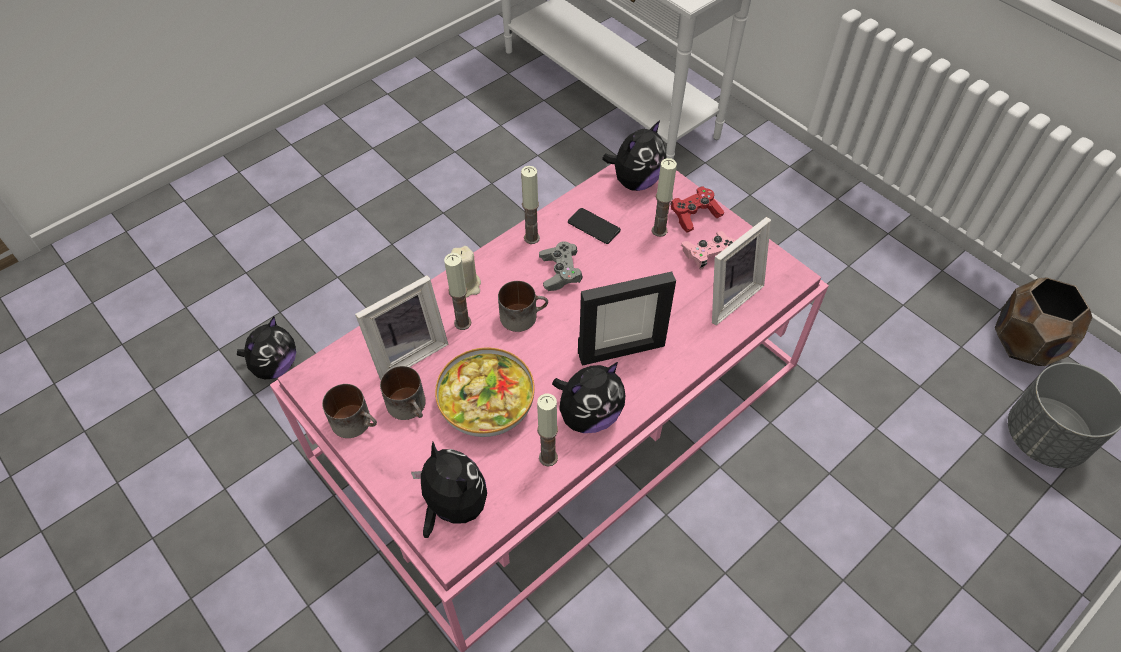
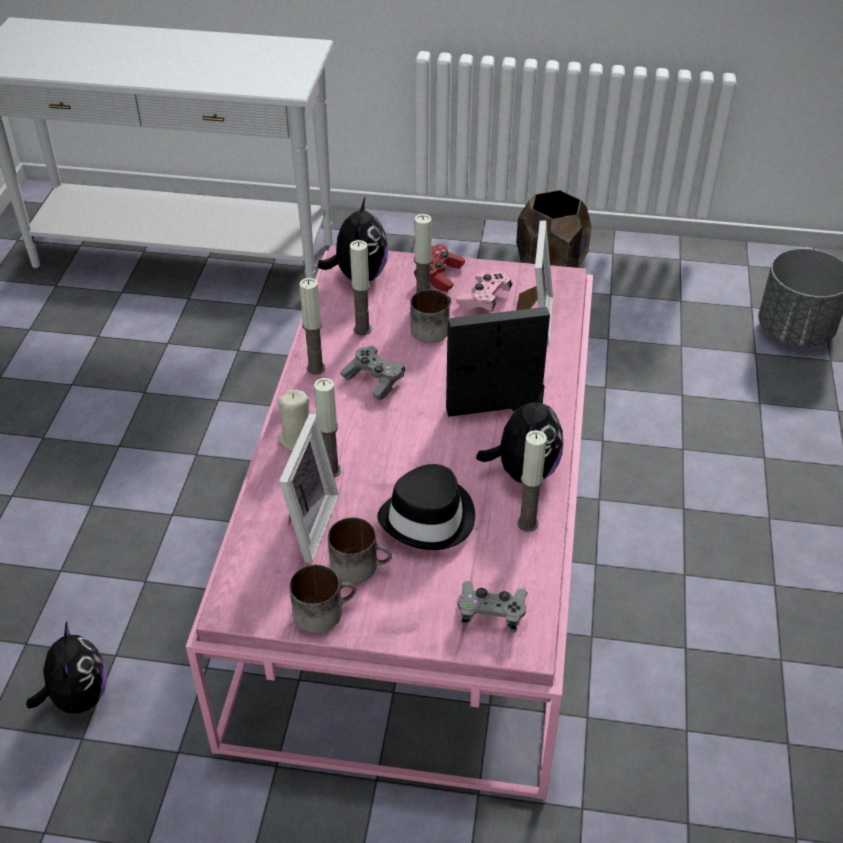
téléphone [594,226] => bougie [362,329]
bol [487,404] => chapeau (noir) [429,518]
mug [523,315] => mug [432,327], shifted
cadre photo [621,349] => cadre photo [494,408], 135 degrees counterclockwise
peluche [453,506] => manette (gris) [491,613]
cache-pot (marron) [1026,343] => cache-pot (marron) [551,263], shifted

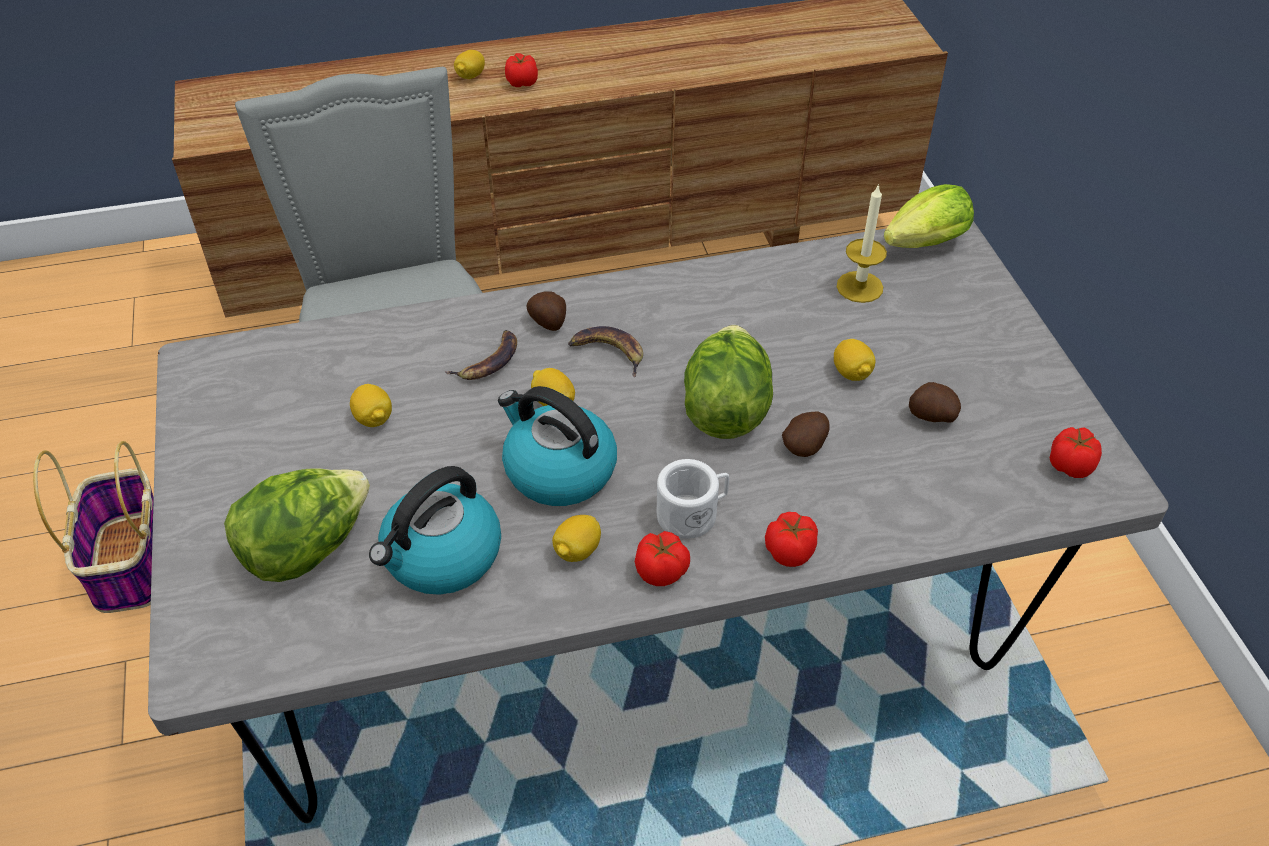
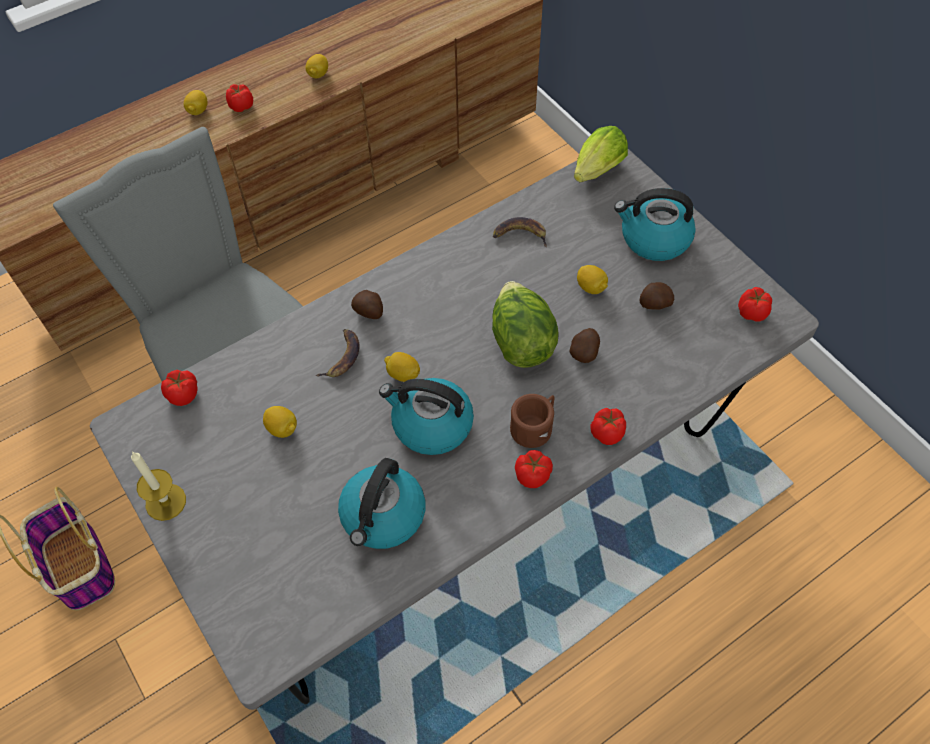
bougie [859,287] => bougie [165,502], shifted
nothing => tomate [184,394]
citron [577,551] => citron [318,74], shifted
banane [608,352] => banane [520,235], shifted
mug (blanc) [693,513] => mug (marron) [534,427]
nothing => bouilloire [653,239]
laitue [307,548] => nothing

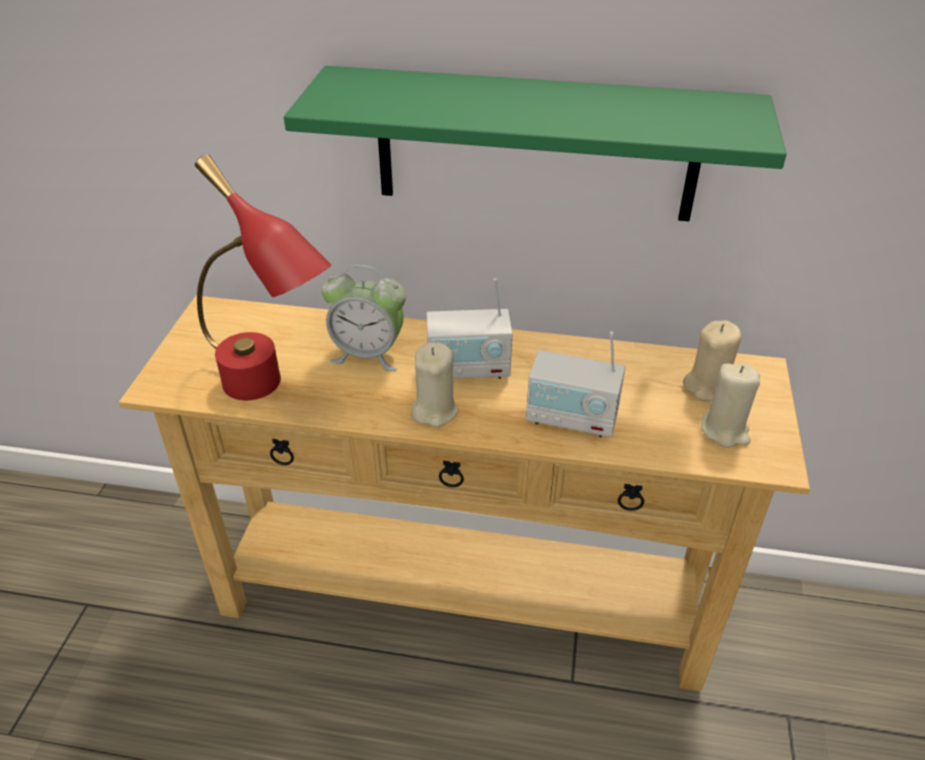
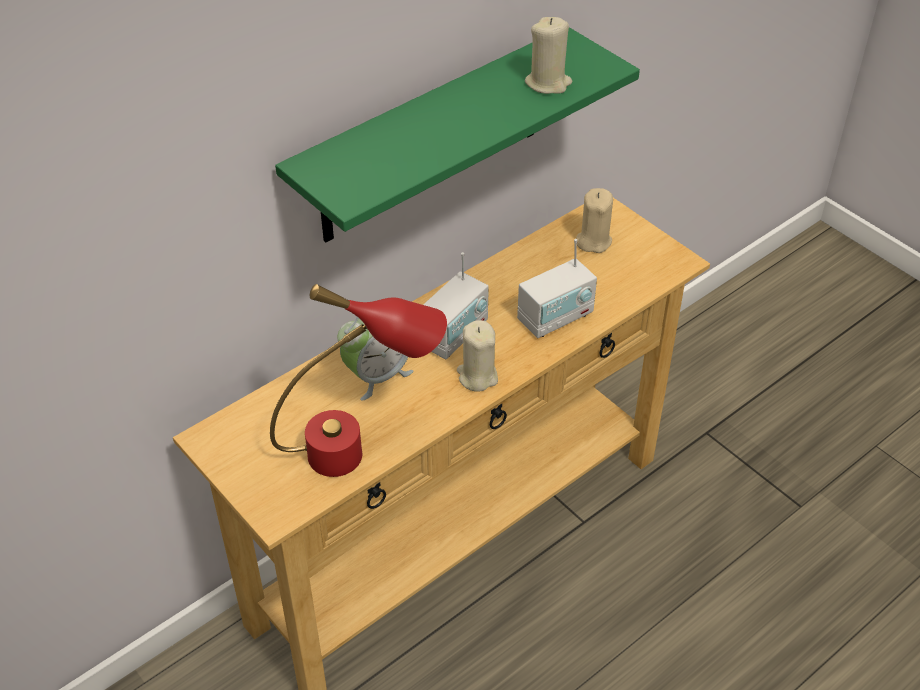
bougie (beige) [725,430] => bougie (beige) [548,83], shifted

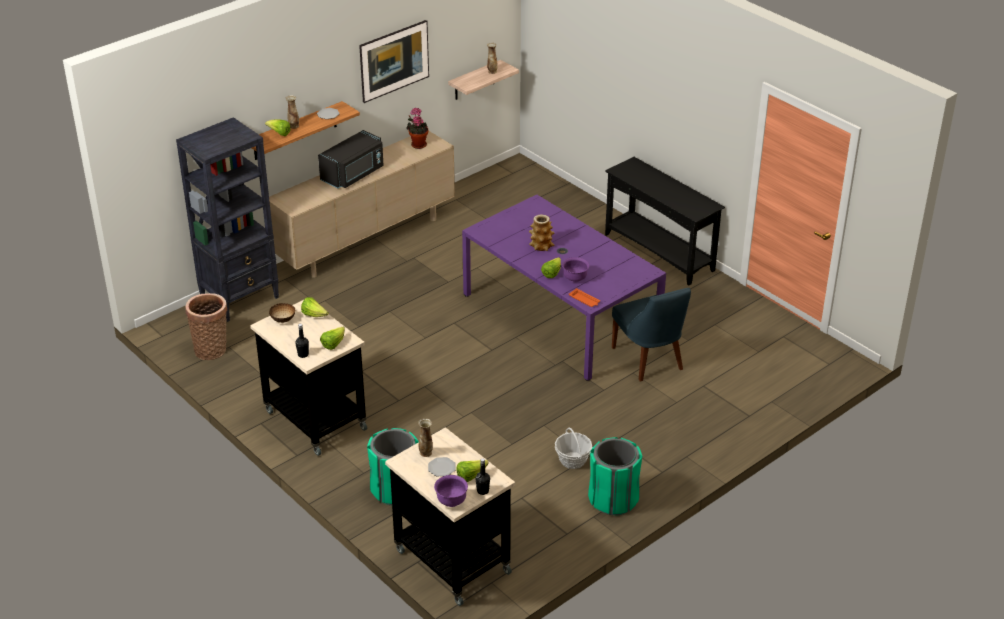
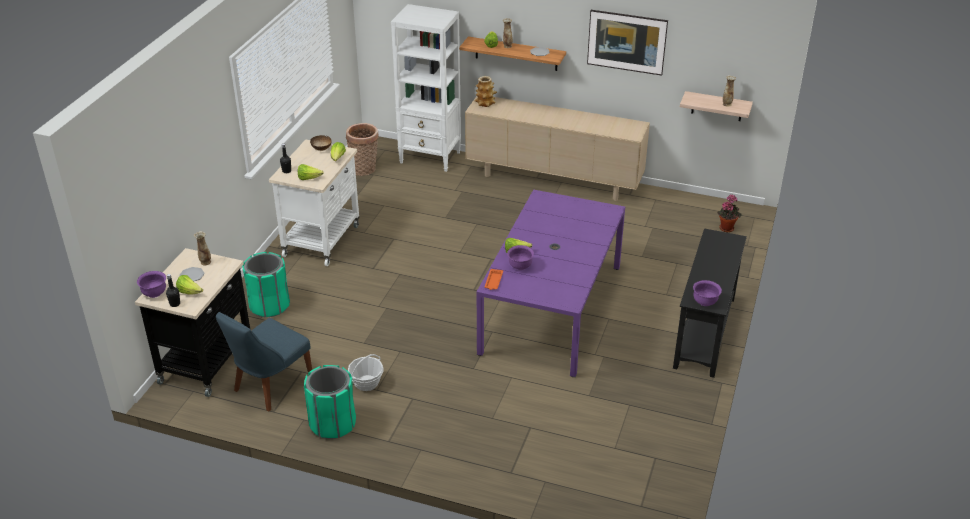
chaise (bleu) [649,360] => chaise (bleu) [270,386], shifted
chariot (noir) [315,420] => chariot (blanc) [321,240]
bibliothèque (noir) [240,299] => bibliothèque (blanc) [430,158]
vase [541,246] => vase [485,103], shifted
nothing => bol (violet) [705,302]
plante en pot [418,144] => plante en pot [726,227], shifted
micro-ondes (noir) [354,174] => nothing

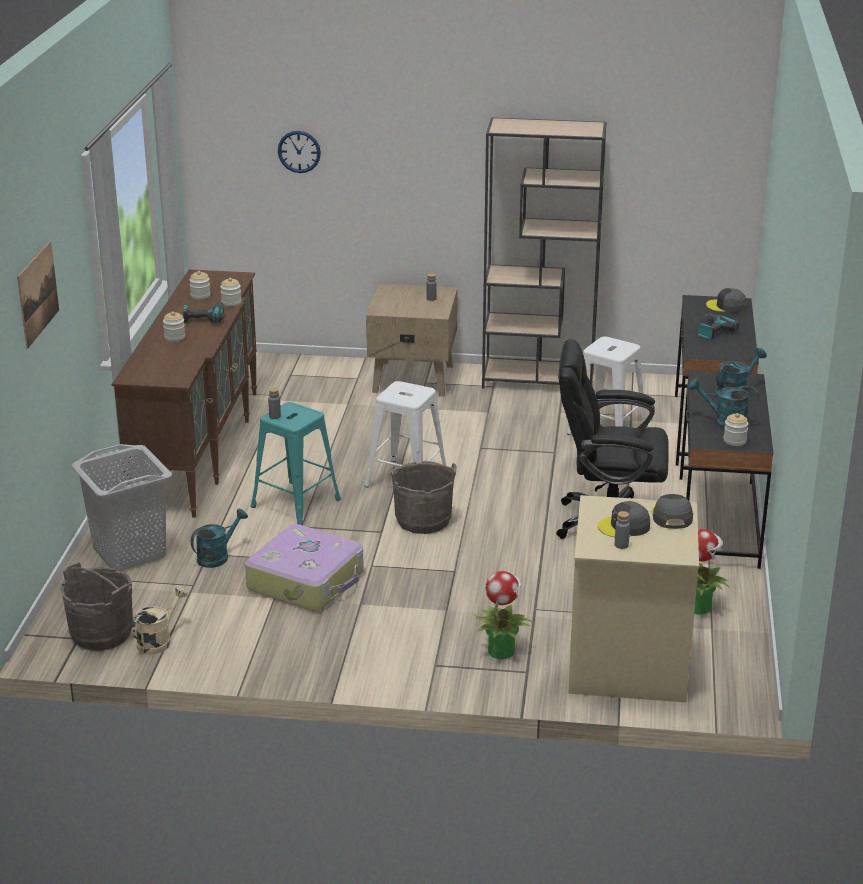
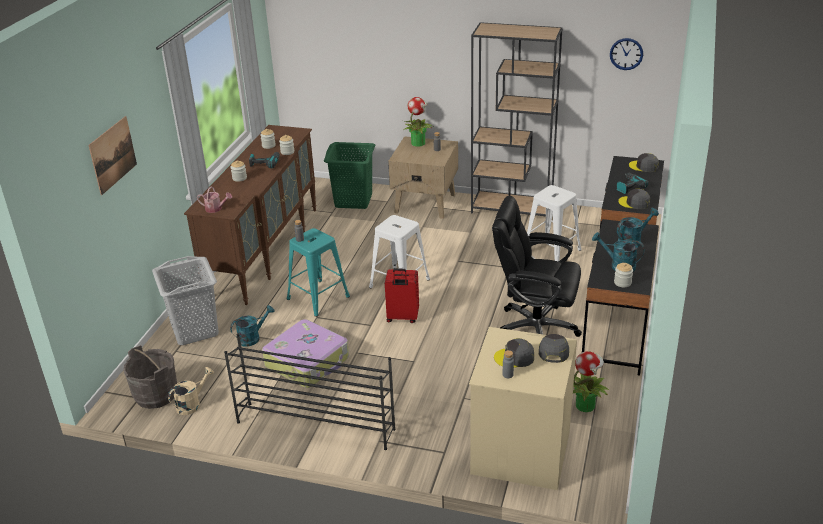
nothing => arrosoir [216,209]
nothing => étagère à chaussures (noir) [314,425]
nothing => panier à linge (vert) [353,201]
seau (gris) [423,520] => valise (rouge) [402,318]
plante en pot [501,650] => plante en pot [418,143], shifted
horloge murale [299,151] => horloge murale [626,54], shifted
nothing => casquette (gris) [634,203]

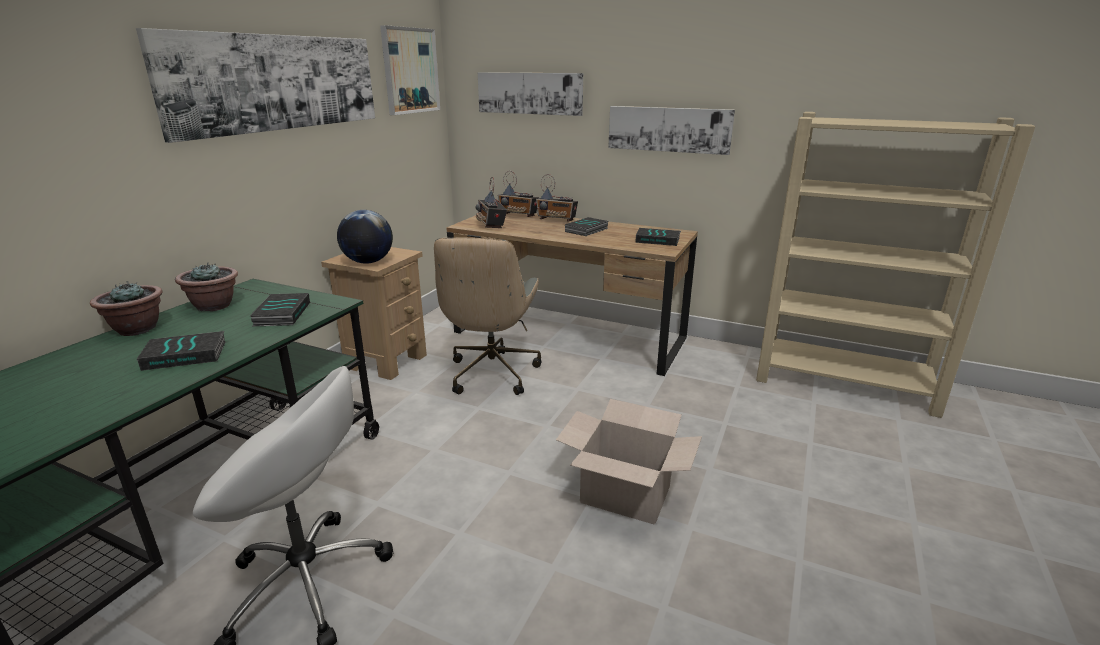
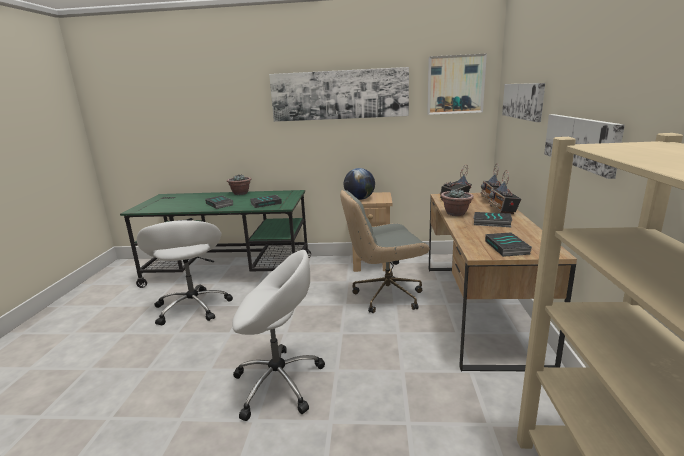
carton [626,494] => chaise de bureau (blanc) [281,382]
plante en pot [214,306] => plante en pot [456,213], shifted

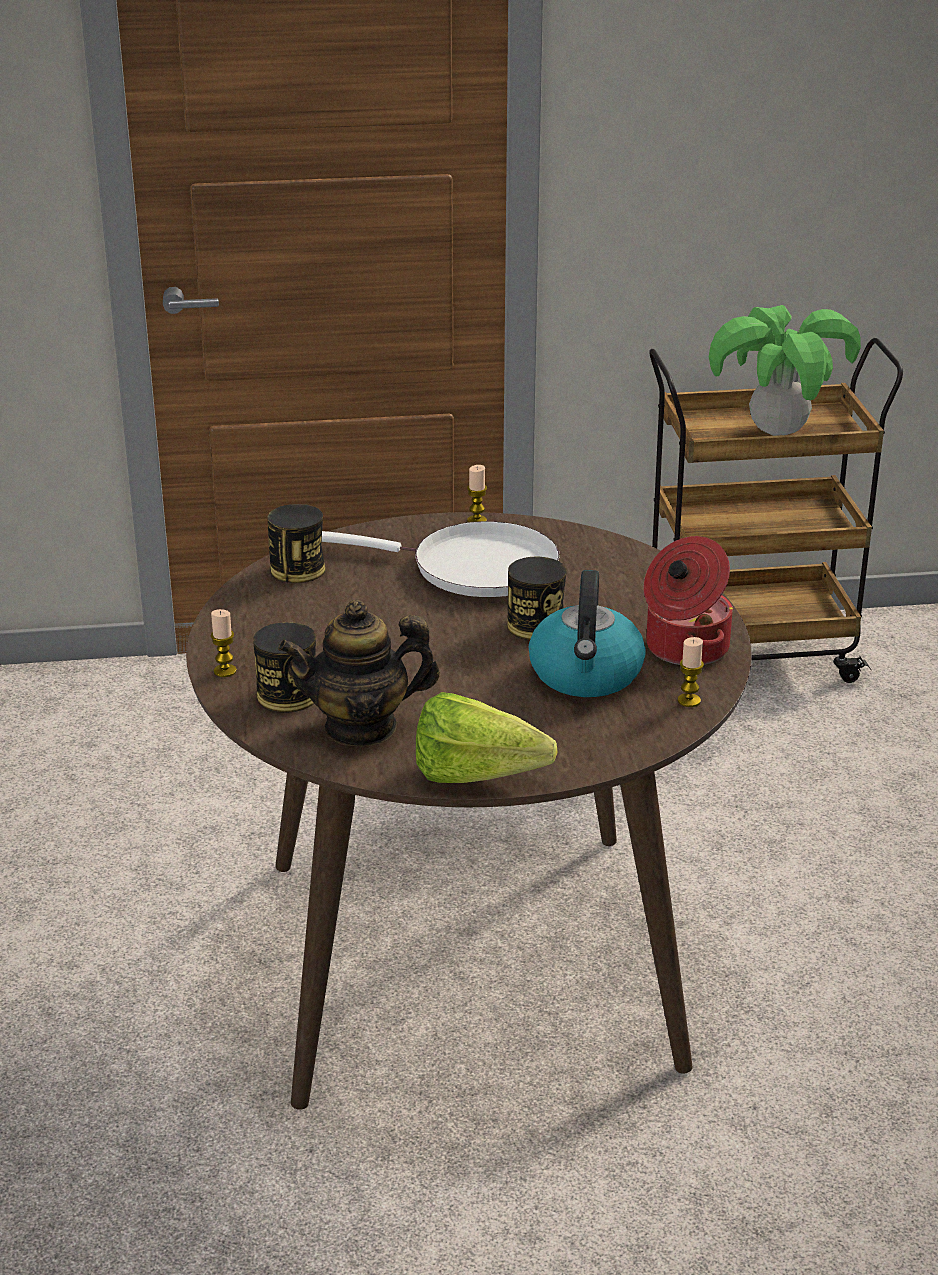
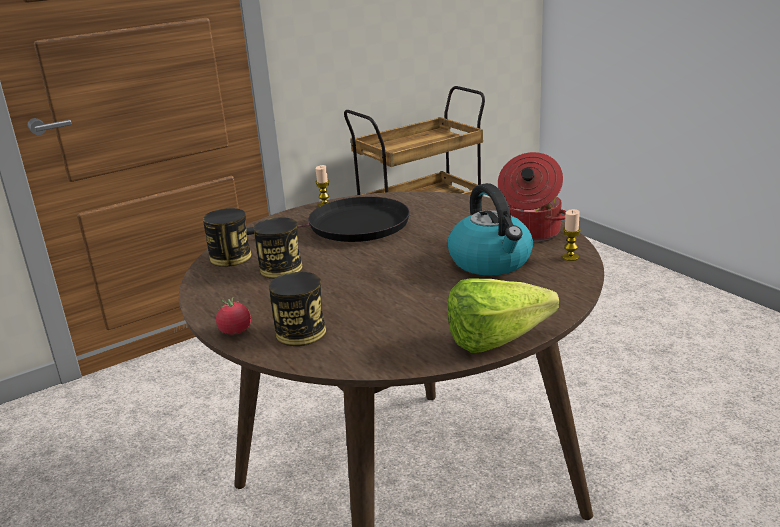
bougie [225,671] => tomate [235,331]
poêle (blanc) [475,568] => poêle (noir) [351,227]
boîte métallique [535,626] => boîte métallique [281,269], shifted
théière [361,727] => nothing
plante en pot [777,431] => nothing

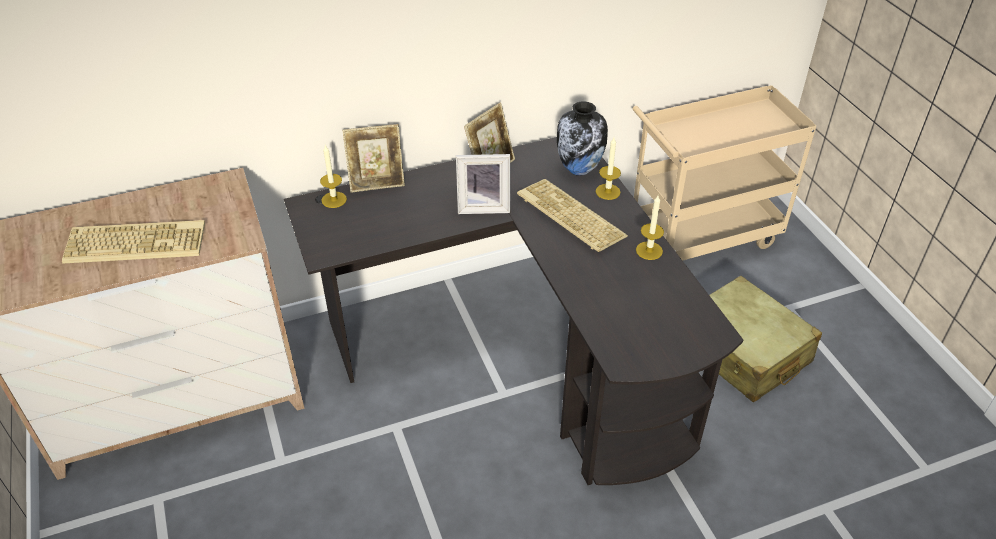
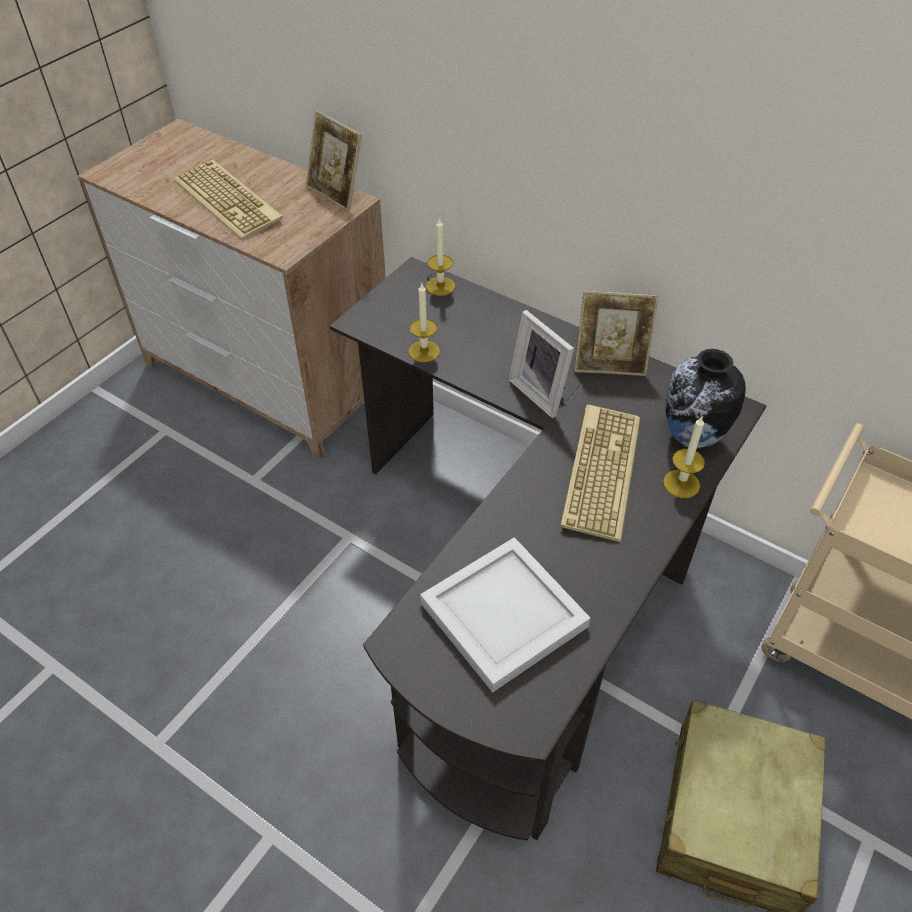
cadre photo [377,183] => cadre photo [336,194], shifted
bougie [649,250] => bougie [424,351], shifted
nothing => plateau (blanc) [503,617]

